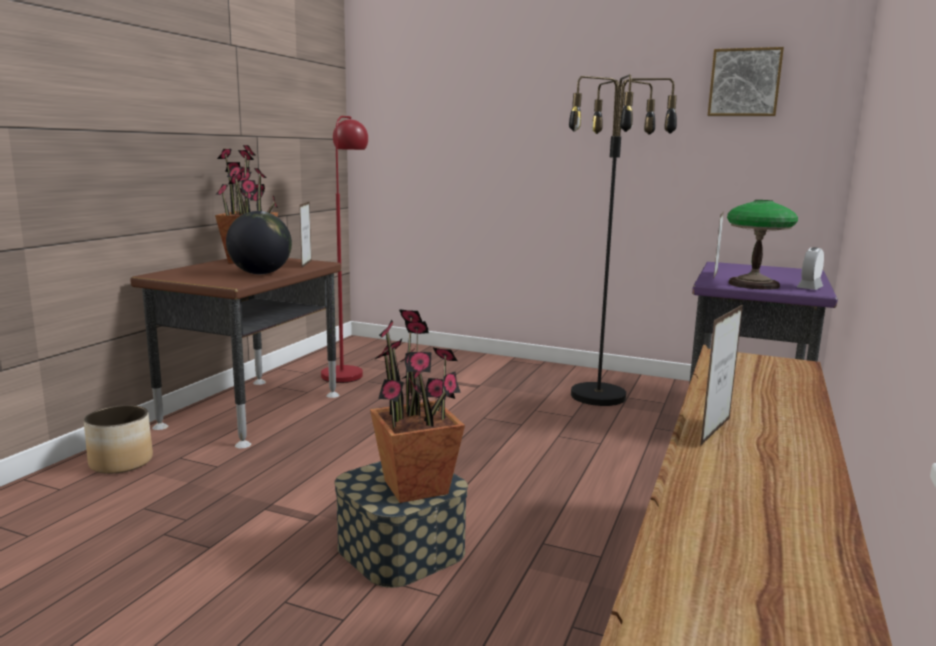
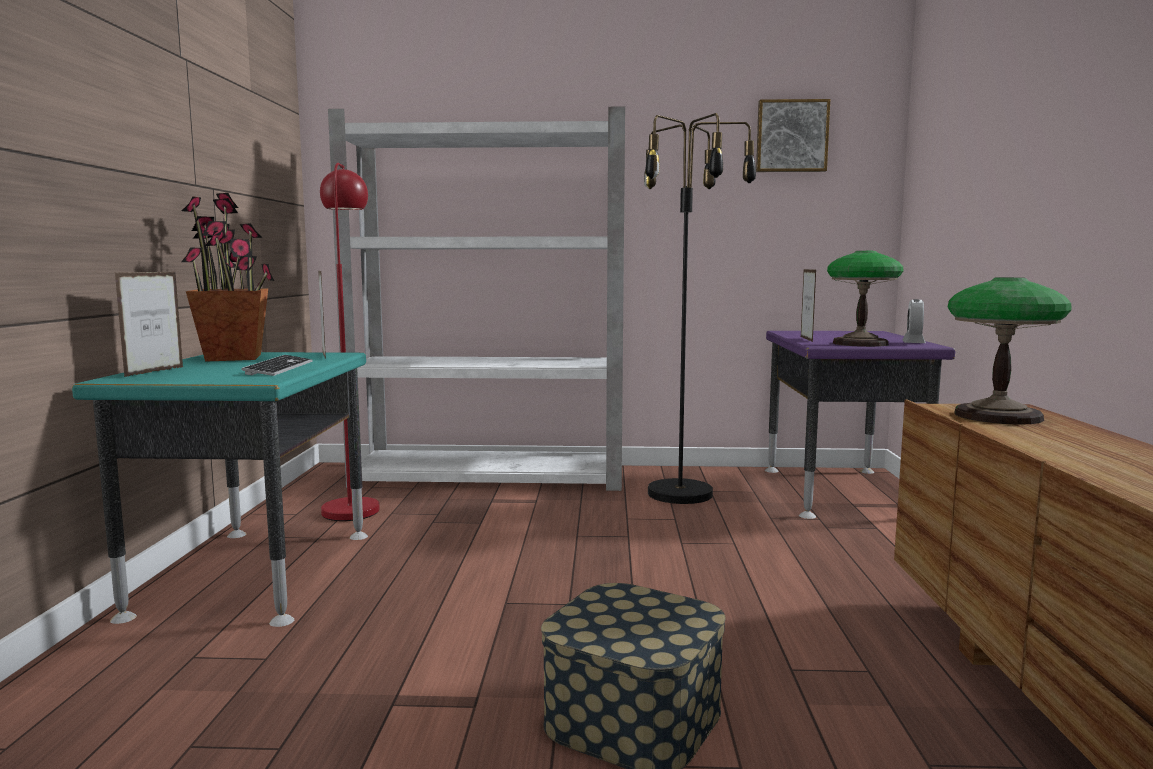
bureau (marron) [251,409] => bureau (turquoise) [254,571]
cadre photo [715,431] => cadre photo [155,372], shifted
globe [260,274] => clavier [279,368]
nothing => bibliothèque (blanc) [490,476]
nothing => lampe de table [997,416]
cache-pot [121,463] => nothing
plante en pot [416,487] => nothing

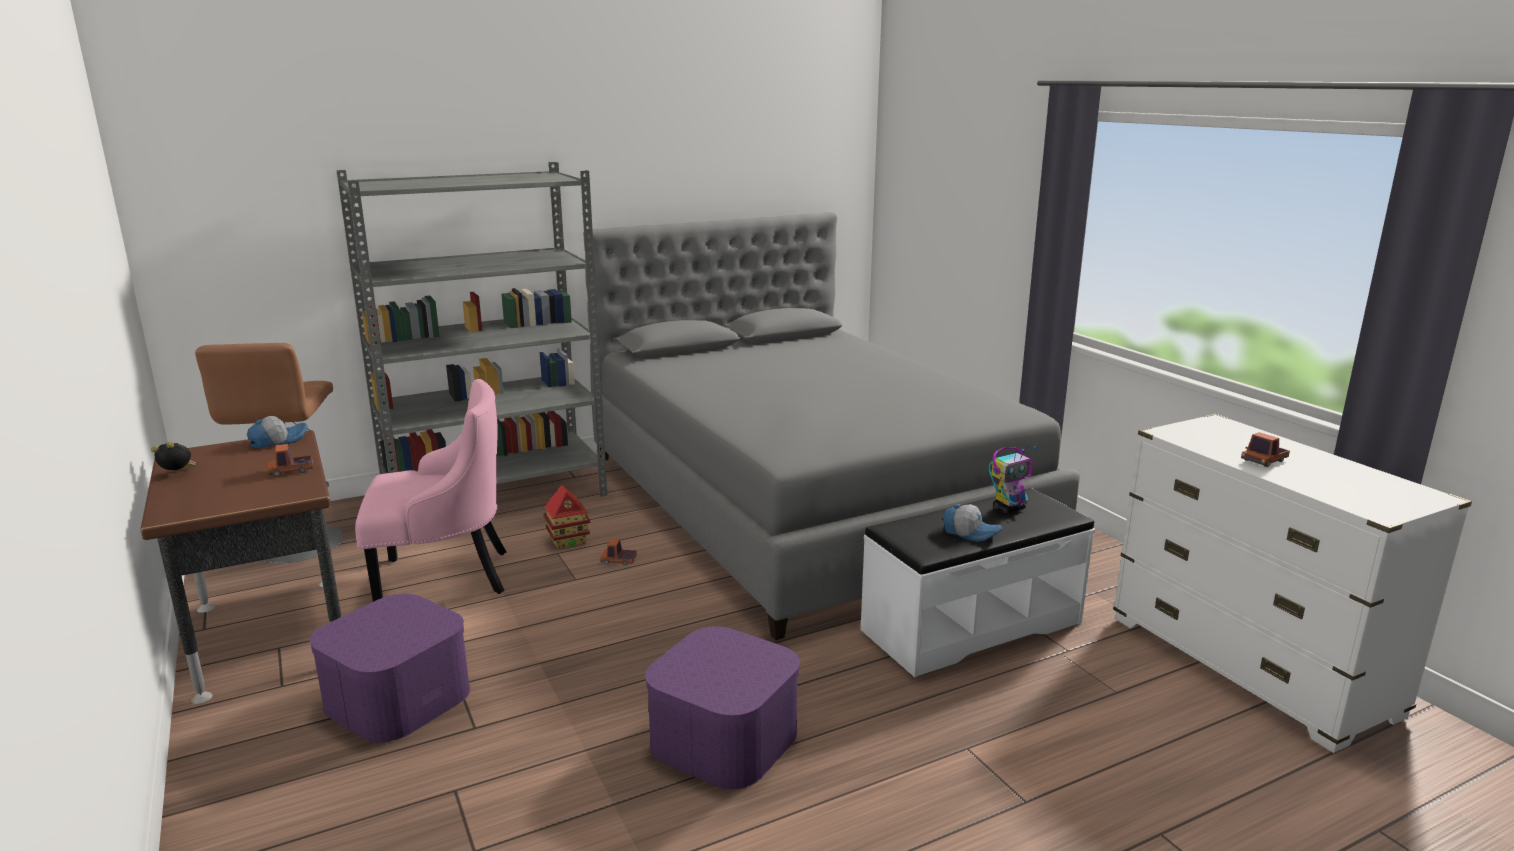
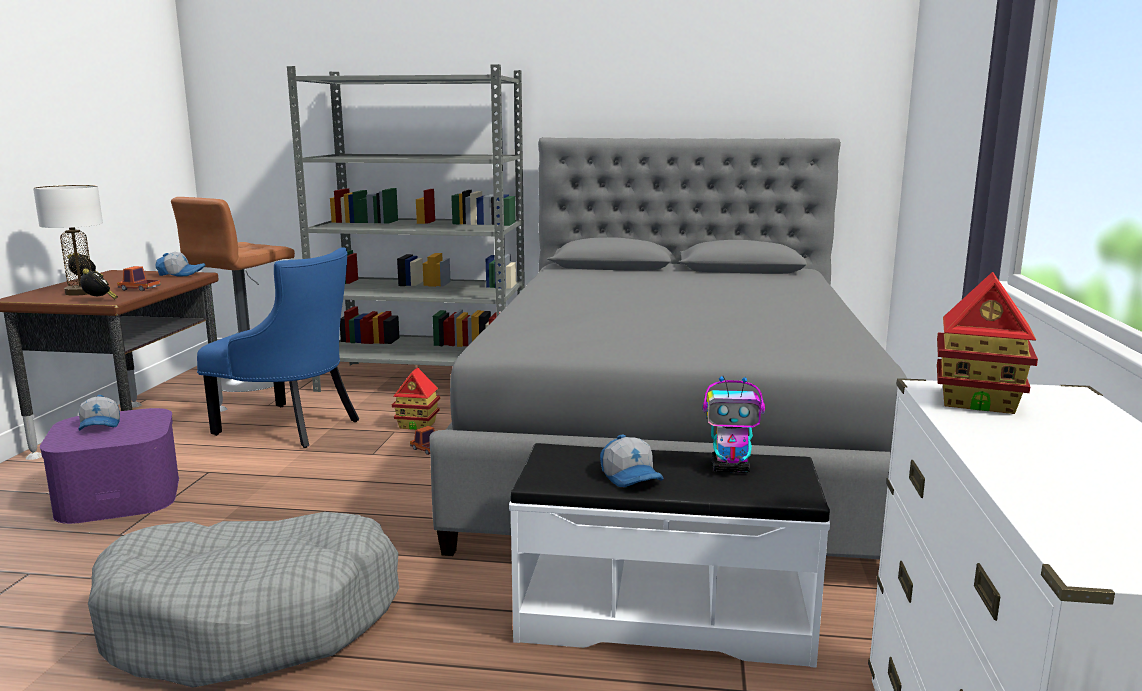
nothing => lampe de table [82,292]
nothing => casquette [101,425]
nothing => réveil [99,300]
boîte de rangement (violet) [724,739] => panier pour chien (gris) [253,621]
chaise (rose) [441,579] => chaise (bleu) [287,426]
nothing => maison miniature [978,401]
camion jouet [1264,460] => nothing

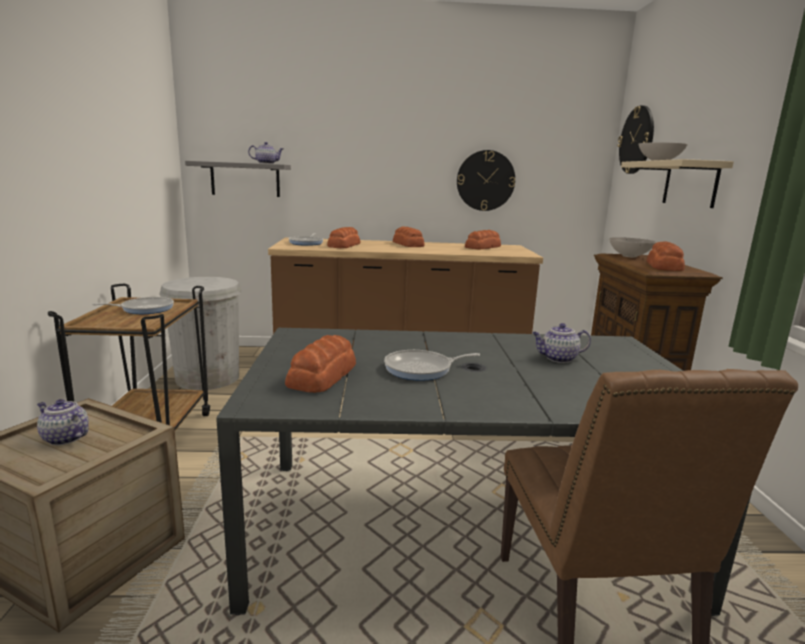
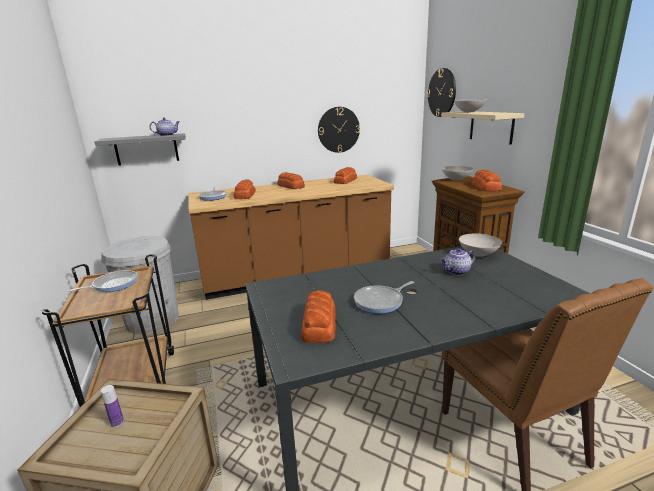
théière [64,438] => bouteille [117,422]
nothing => bol (blanc) [479,254]

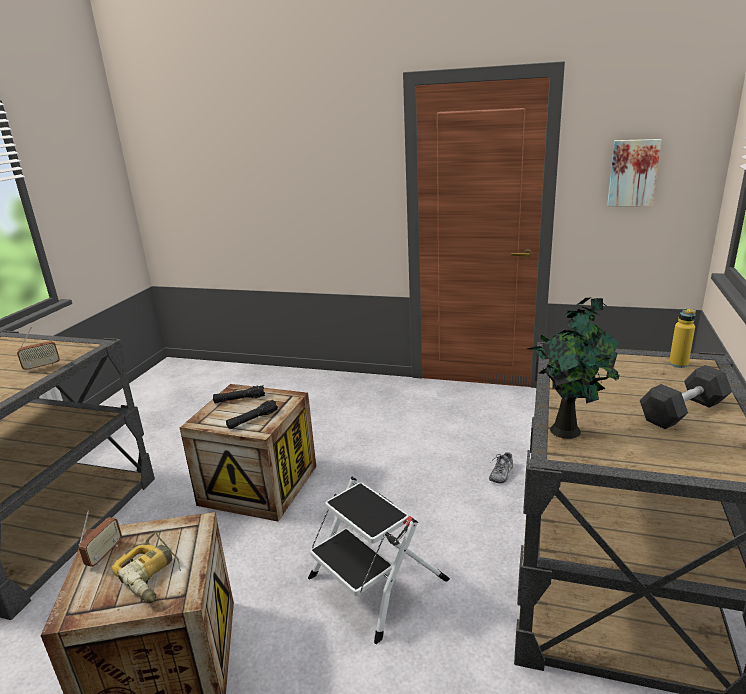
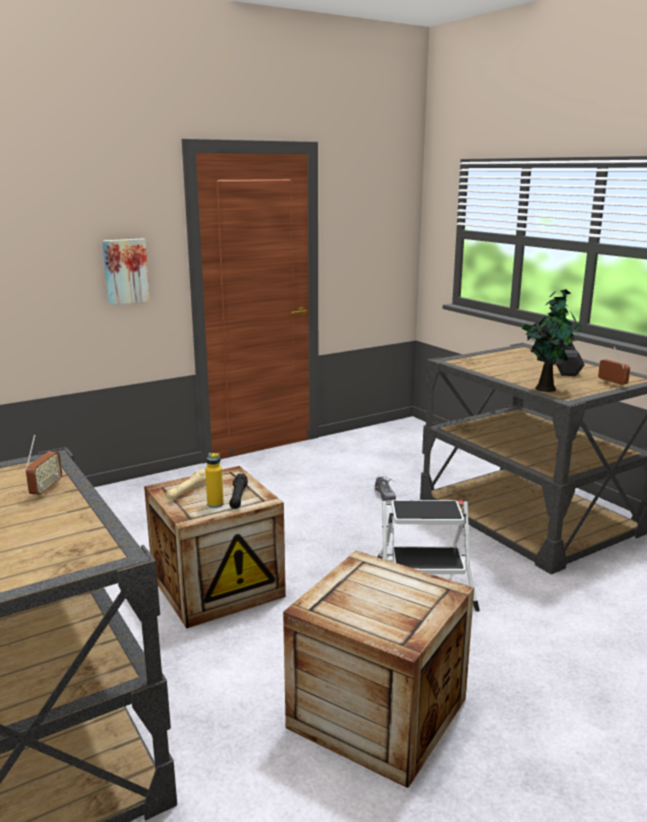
tableau [633,173] => tableau [125,271], shifted
lampe de poche (noir) [239,399] => lampe de poche (beige) [187,491]
bouteille (jaune) [678,364] => bouteille (jaune) [215,504], shifted
radio [104,554] => radio [612,383], shifted
perceuse [152,574] => nothing

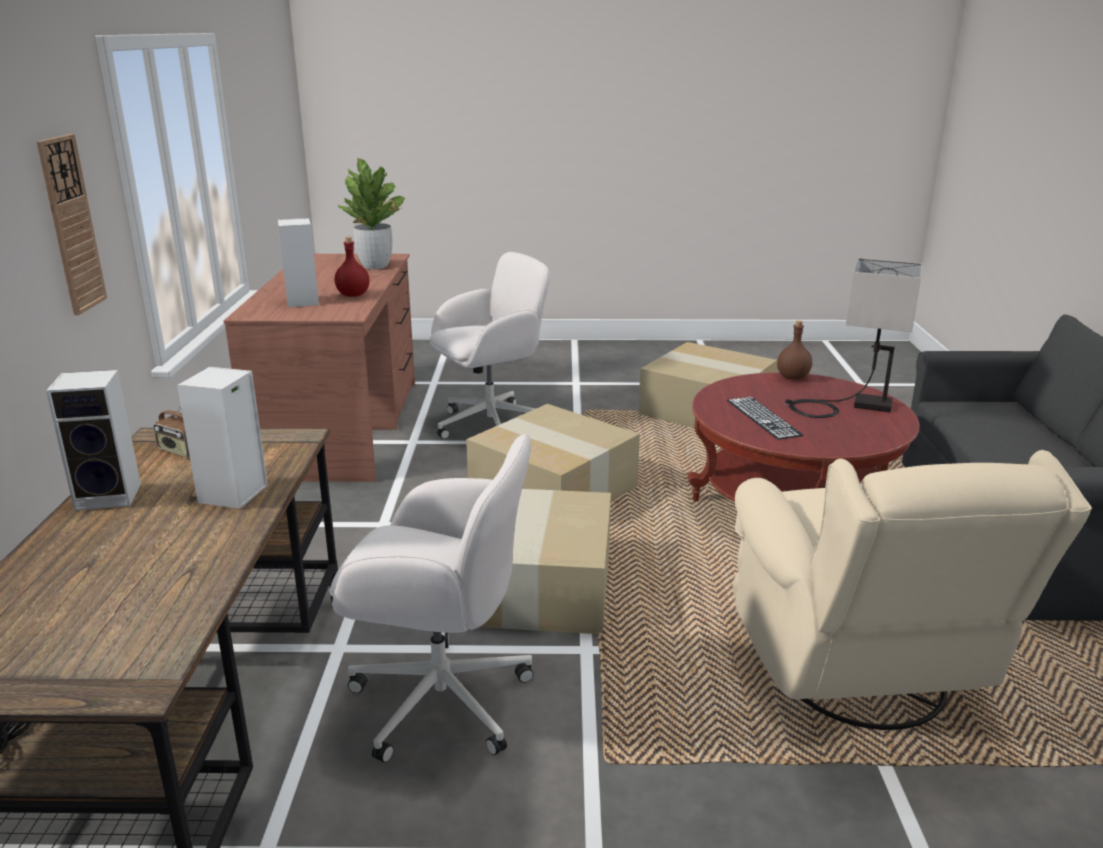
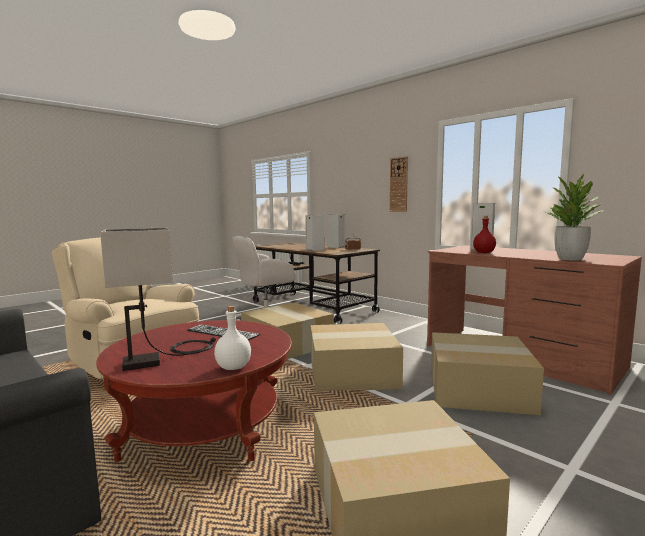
bouteille (marron) [792,377] => bouteille (blanc) [233,367]
chaise de bureau (blanc) [490,425] => carton [477,390]

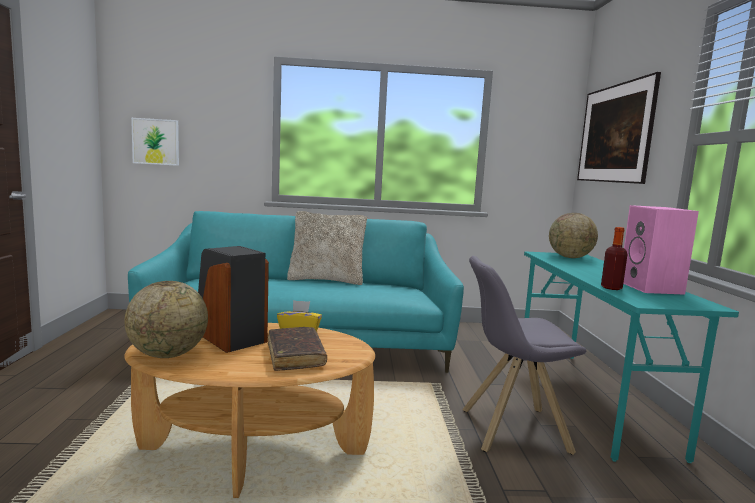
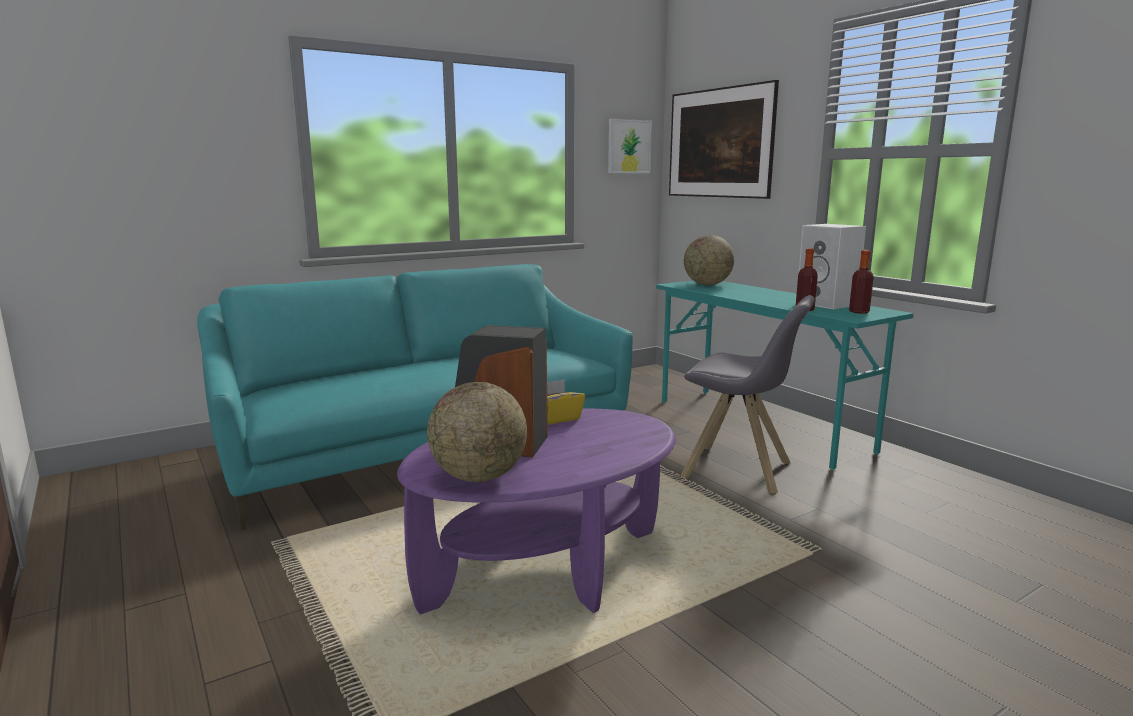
table basse (marron) [253,452] => table basse (violet) [546,569]
tableau [156,142] => tableau [629,146], shifted
chaise (gris) [513,429] => chaise (gris) [738,470], 120 degrees counterclockwise
enceinte (rose) [652,288] => enceinte (blanc) [828,304]
nothing => bouteille [859,312]
livre (marron) [295,356] => nothing
coussin (beige) [327,279] => nothing

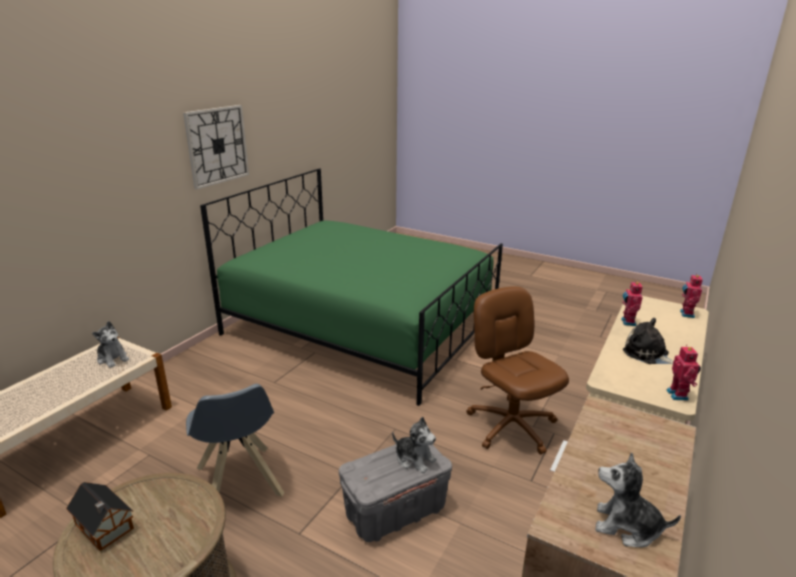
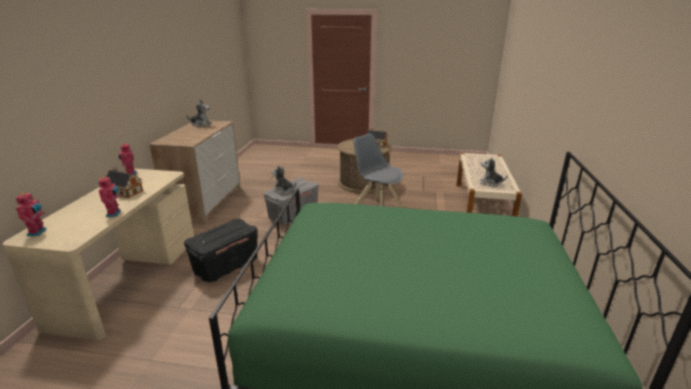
peluche [647,354] => maison miniature [125,192]
chaise de bureau (marron) [511,425] => boîte de rangement (noir) [226,266]
horloge murale [217,145] => nothing

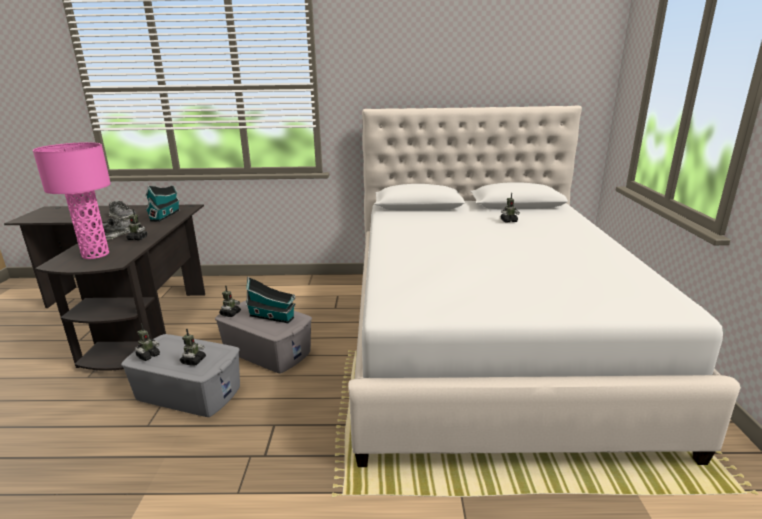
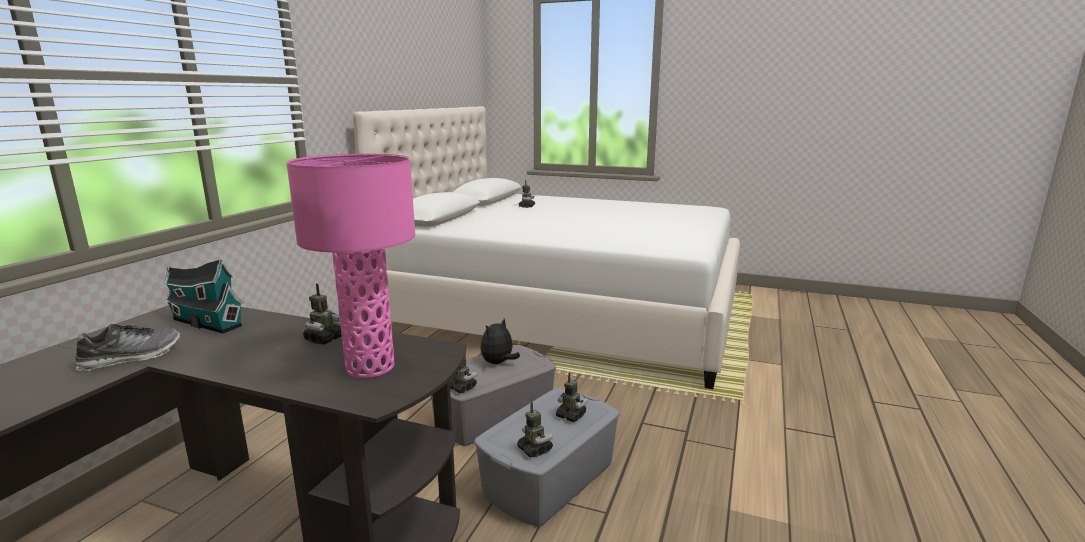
maison miniature [273,317] => peluche [498,363]
chaussure [120,233] => nothing

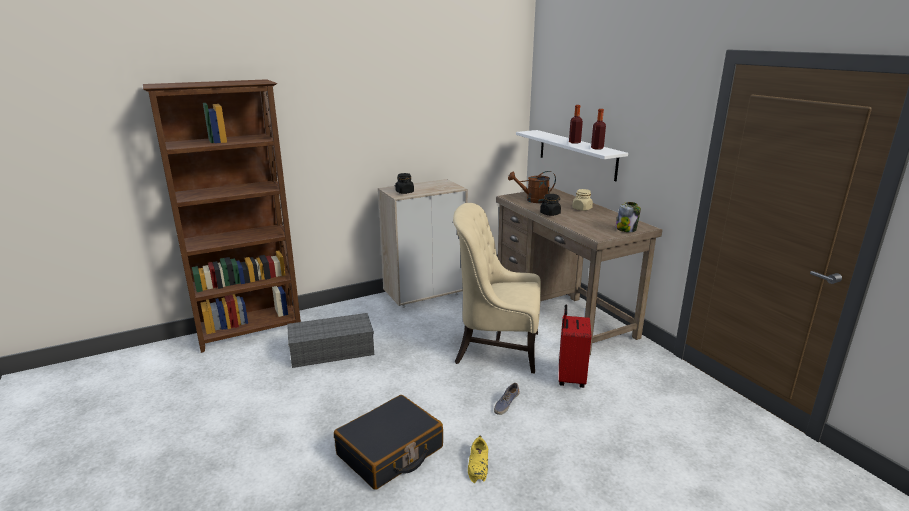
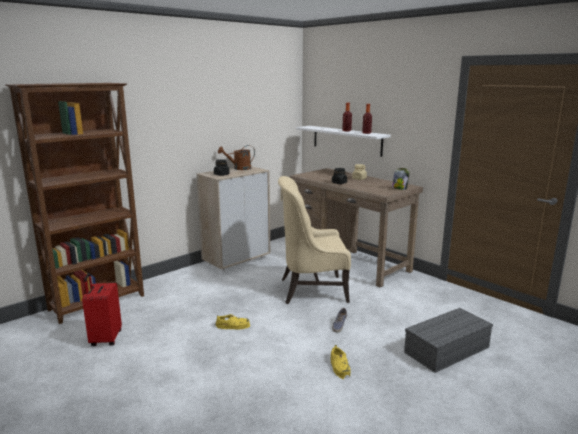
valise (rouge) [570,378] => valise (rouge) [105,339], shifted
nothing => chaussure (jaune) [233,325]
arrosoir (marron) [533,200] => arrosoir (marron) [239,168], shifted
boîte de rangement (gris) [331,351] => boîte de rangement (gris) [446,350], shifted
valise (noir) [390,452] => nothing

